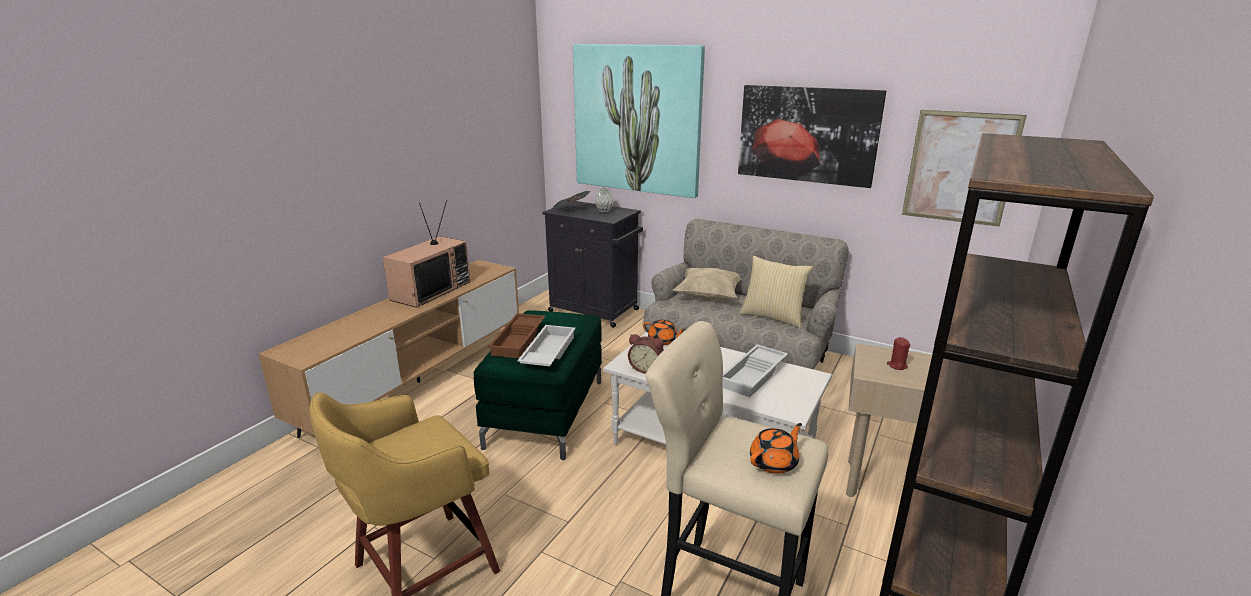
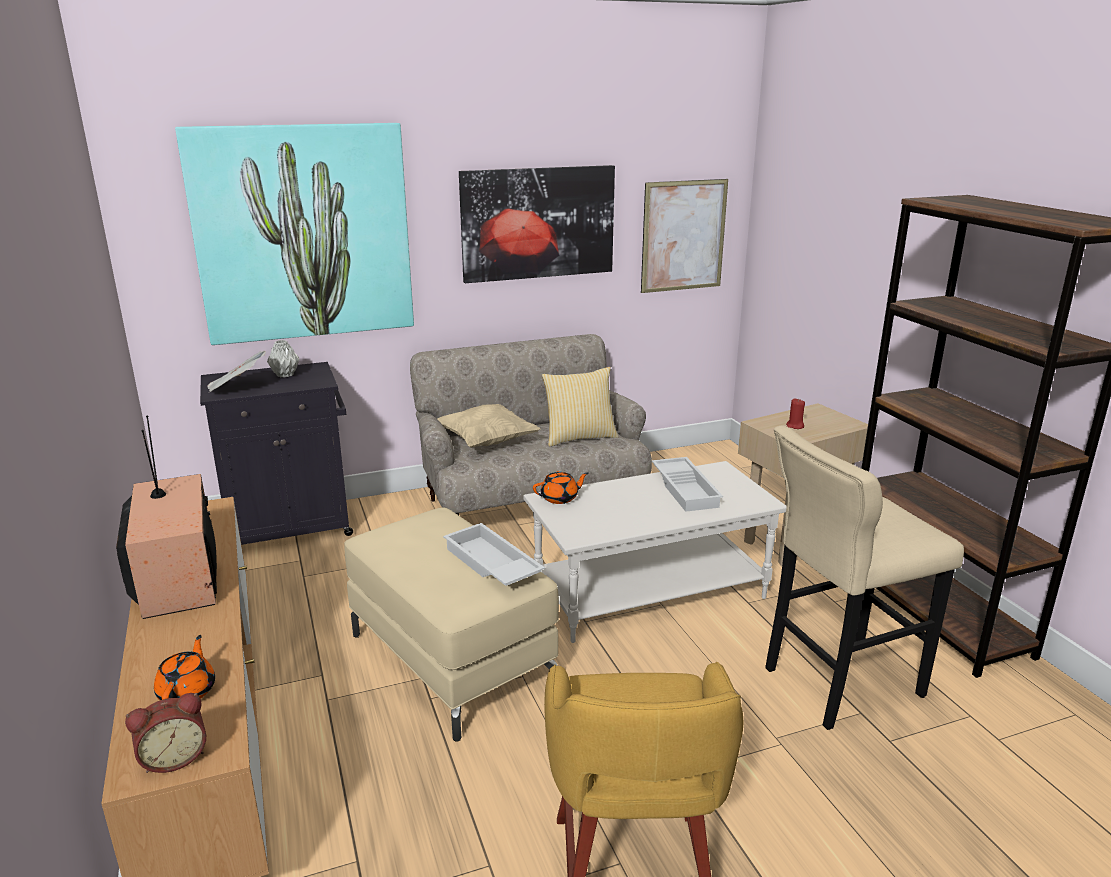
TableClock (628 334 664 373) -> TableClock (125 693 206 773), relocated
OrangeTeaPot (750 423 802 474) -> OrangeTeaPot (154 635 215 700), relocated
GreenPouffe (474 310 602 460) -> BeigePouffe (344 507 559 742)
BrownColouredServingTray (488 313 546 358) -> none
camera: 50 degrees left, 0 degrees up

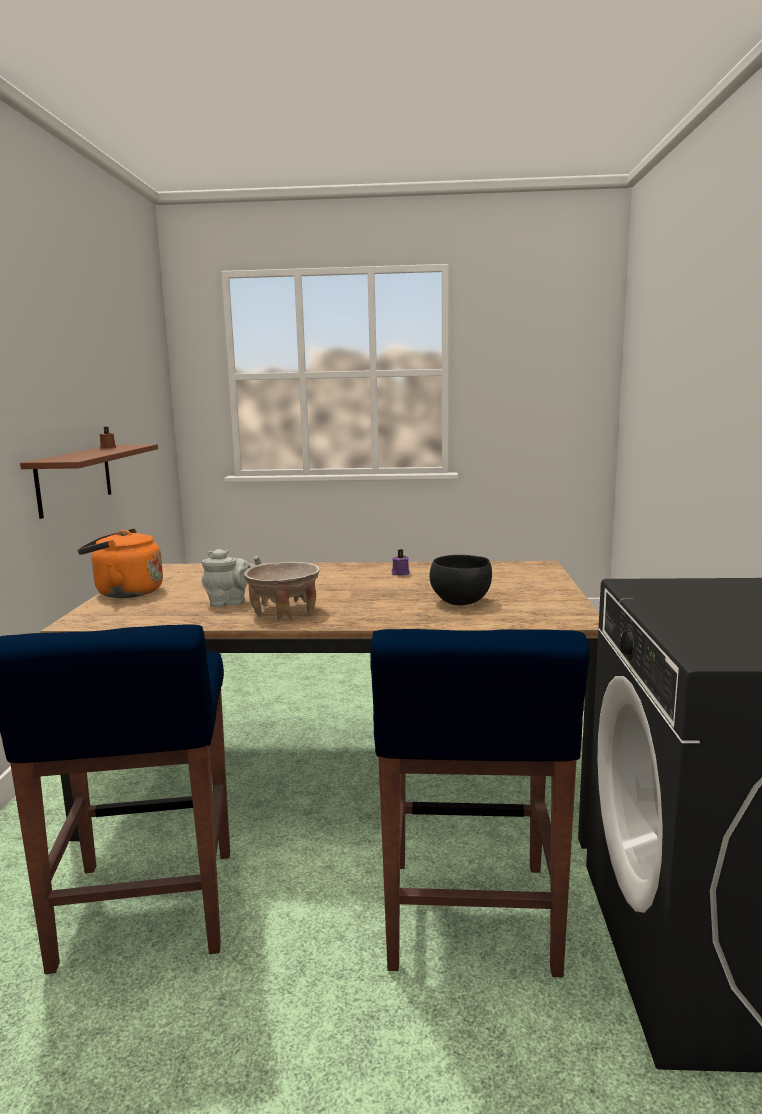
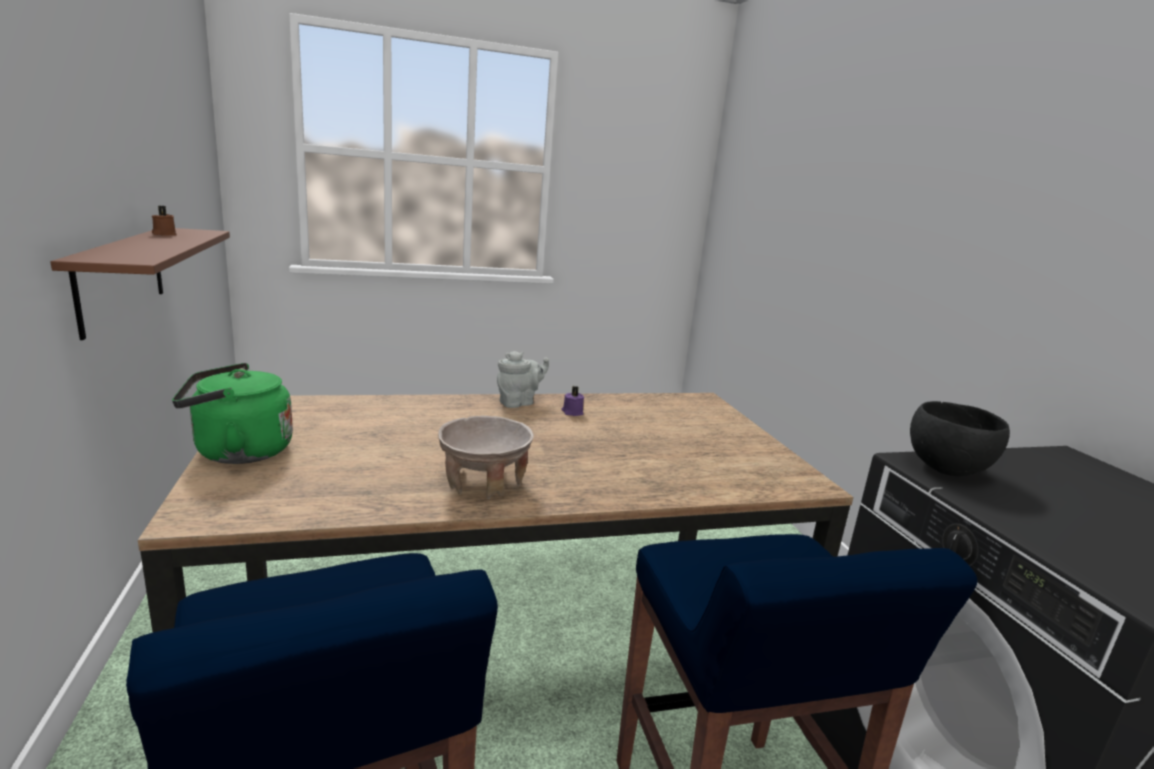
OrangeTeaKettle (77 529 163 598) -> GreenTeaKettle (172 363 293 464)
GrayTeaPot (201 549 262 607) -> GrayTeaPot (497 351 549 408), relocated
BlackServingBowl (429 555 492 605) -> BlackServingBowl (910 401 1010 476), relocated
camera: 20 degrees left, 5 degrees up

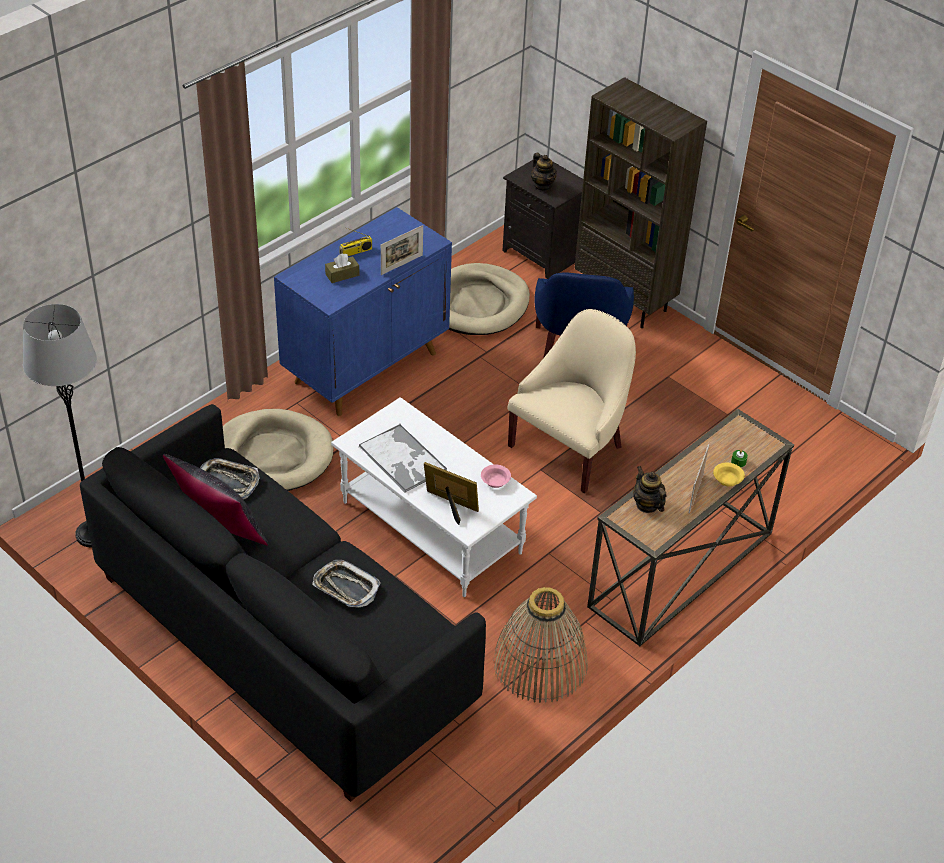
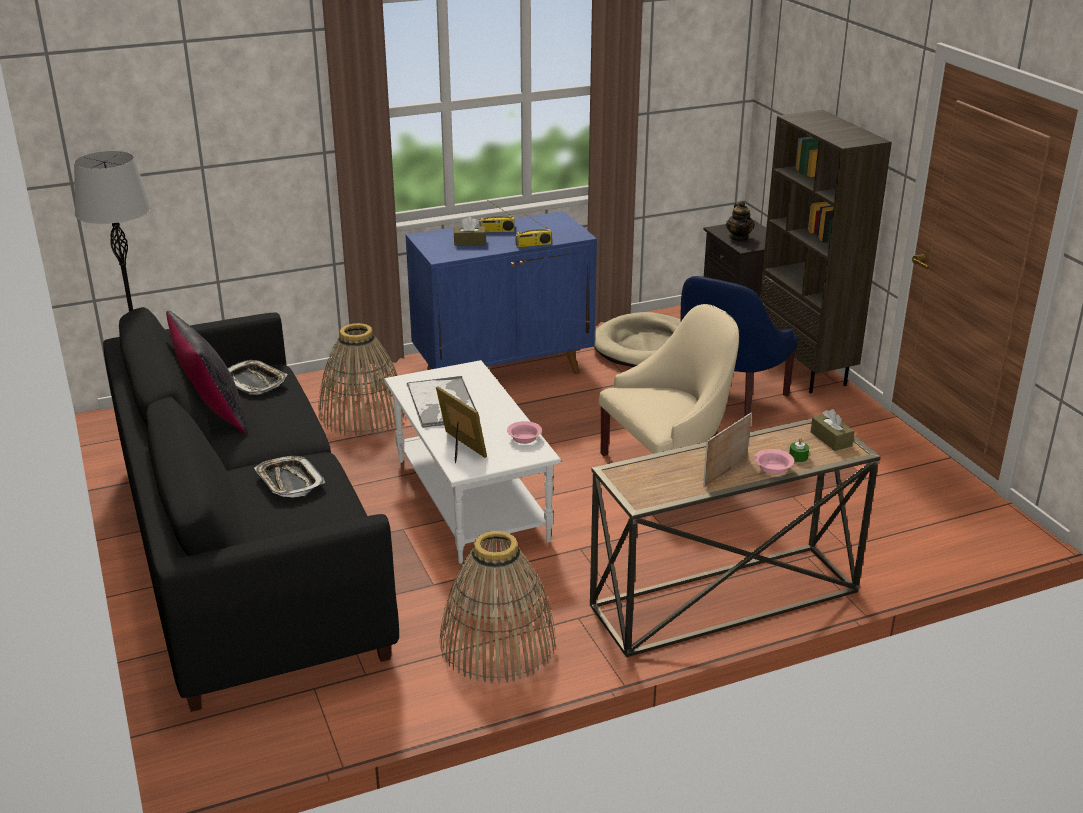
BeigePetBed (223 409 333 491) -> StorageBasket (318 323 404 436)
PhotoFrame (381 225 423 275) -> RadioSet (515 212 551 248)
YellowColouredServingBowl (713 463 745 487) -> PinkishServingBowl (754 449 794 475)
none -> BrownColouredTissueBox (811 409 855 451)
TeaPot (633 466 666 513) -> none
camera: 25 degrees right, 15 degrees down

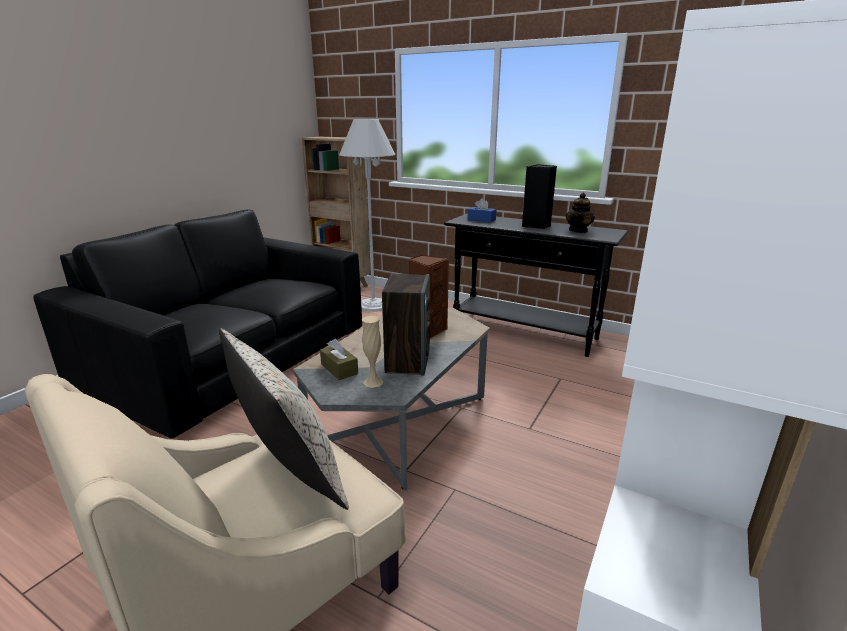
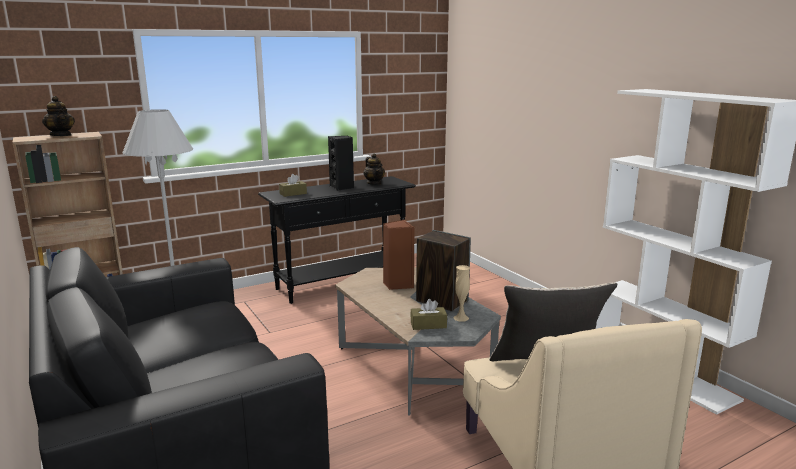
none -> TeaPot (42 96 75 136)
BlueColouredTissueBox (468 198 497 223) -> BrownColouredTissueBox (279 174 307 197)
camera: 60 degrees left, 5 degrees down

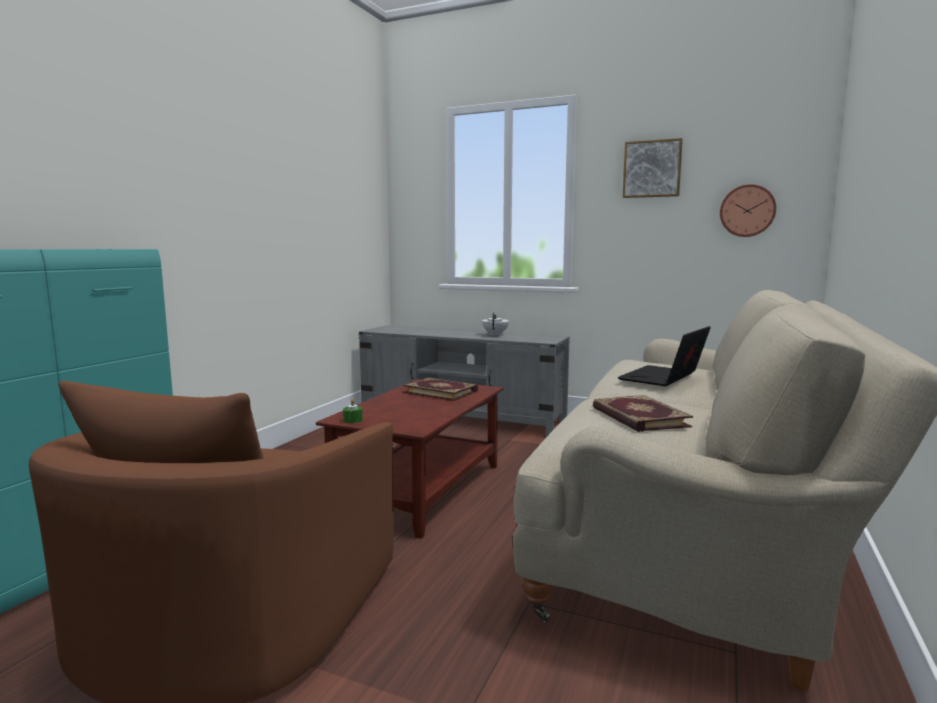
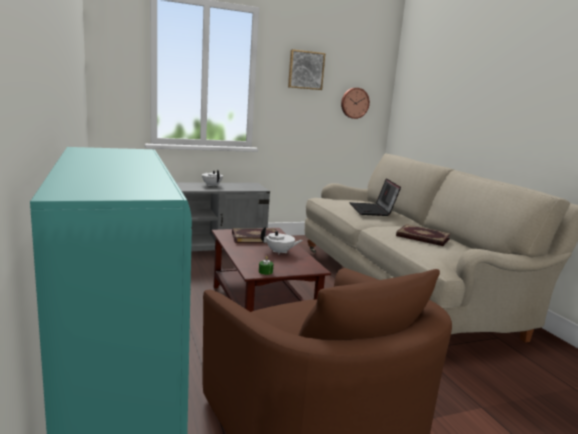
none -> WhitishTeaPot (261 227 303 255)
camera: 45 degrees left, 5 degrees up

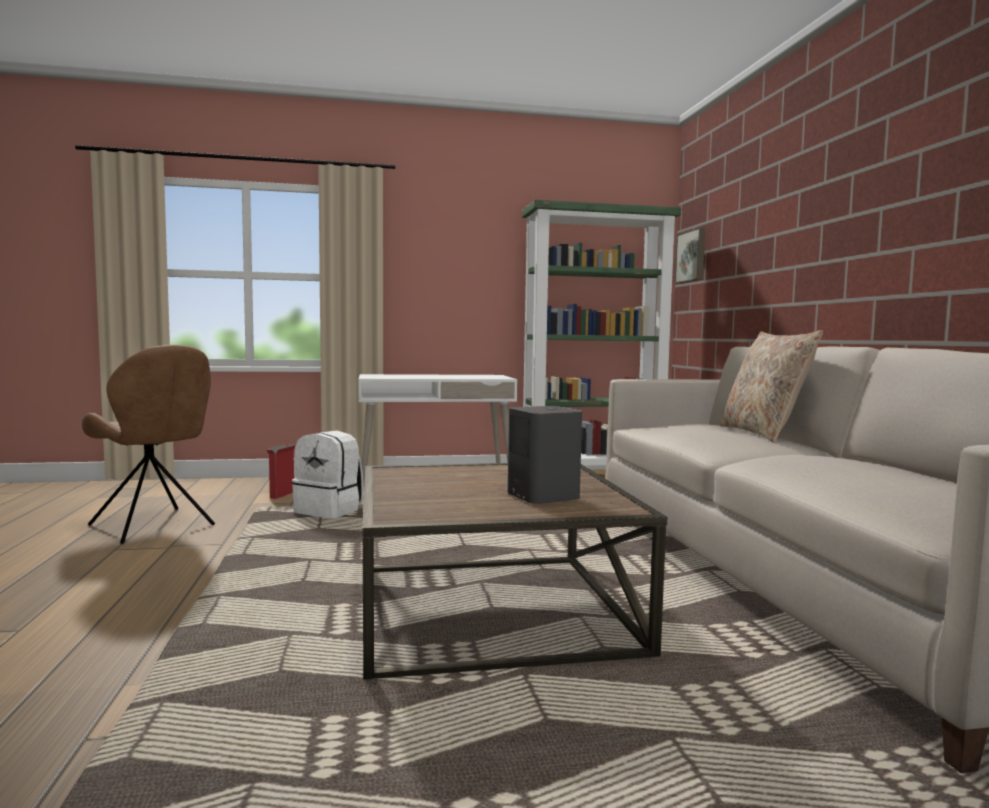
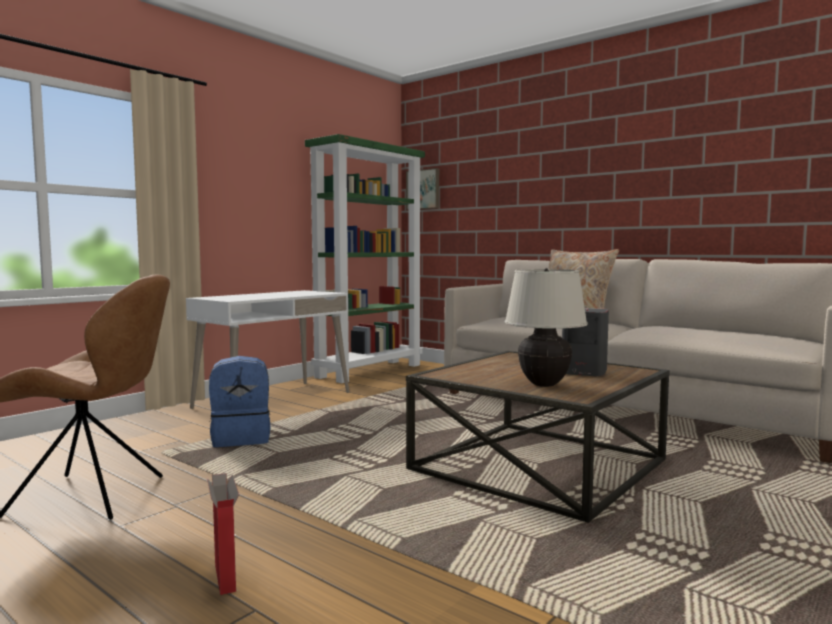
PackingBox (267 444 296 499) -> PackingBox (207 473 239 595), relocated
WhitishRucksack (292 431 364 519) -> BlueColouredRucksack (209 356 271 447)
none -> BeigeTableLamp (505 268 588 387)
camera: 40 degrees left, 0 degrees up

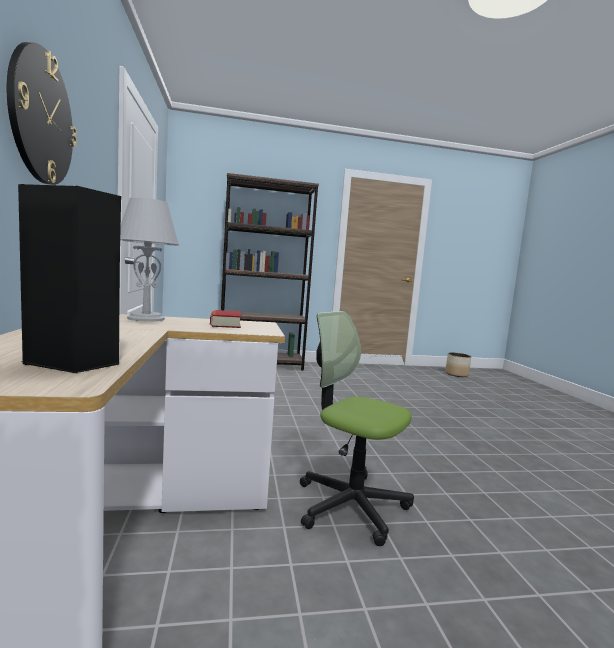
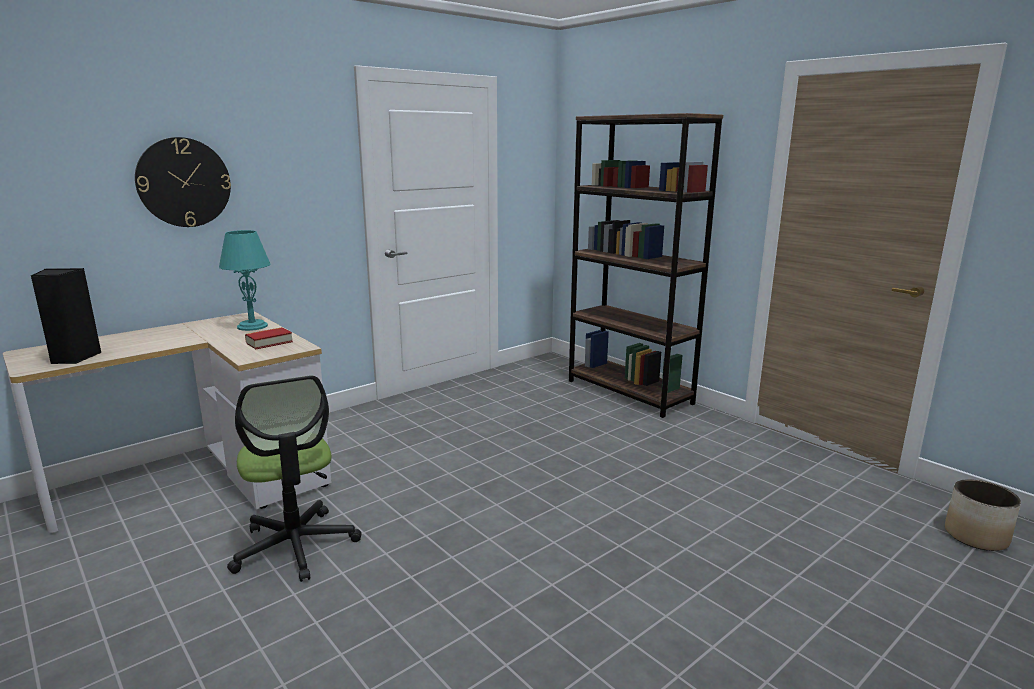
GrayTableLamp (120 197 179 321) -> BlueGreenTableLamp (219 230 270 331)
ComputerChair (300 311 414 546) -> ComputerChair (227 375 361 582), 150 degrees clockwise
camera: 60 degrees right, 10 degrees up

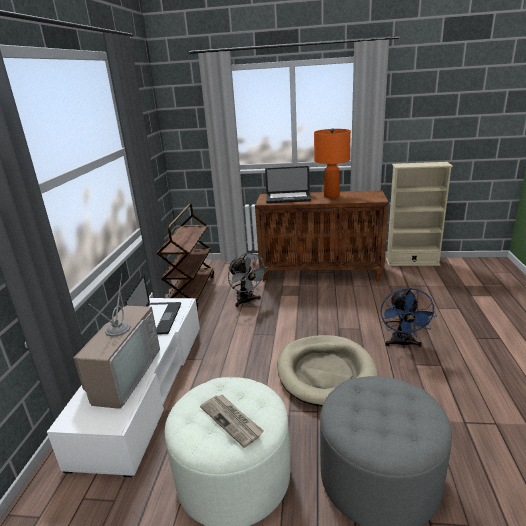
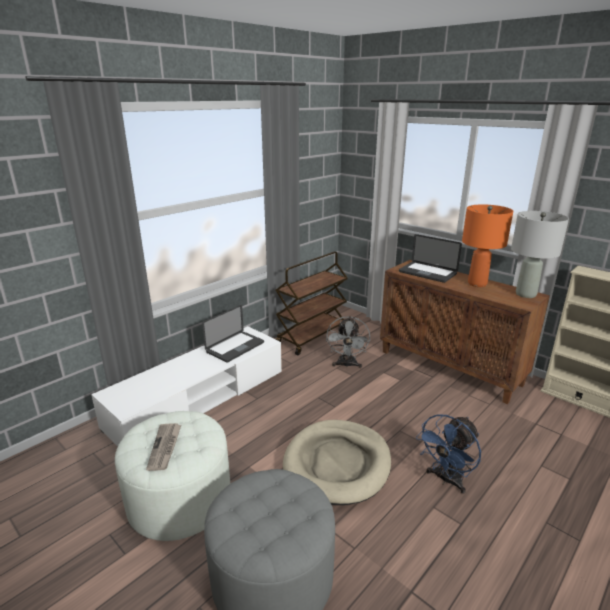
none -> GrayTableLamp (511 211 569 298)
Television (74 274 160 409) -> none
camera: 35 degrees right, 0 degrees up

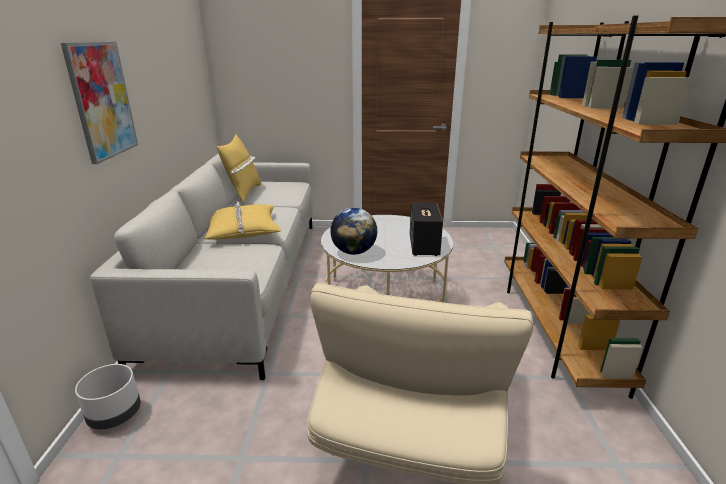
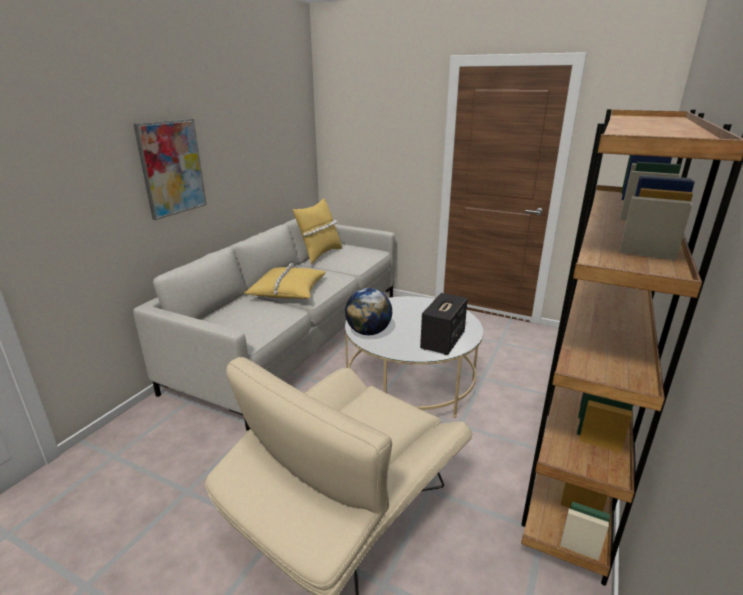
GrayPlantPot (75 364 141 430) -> none
camera: 25 degrees right, 0 degrees up

